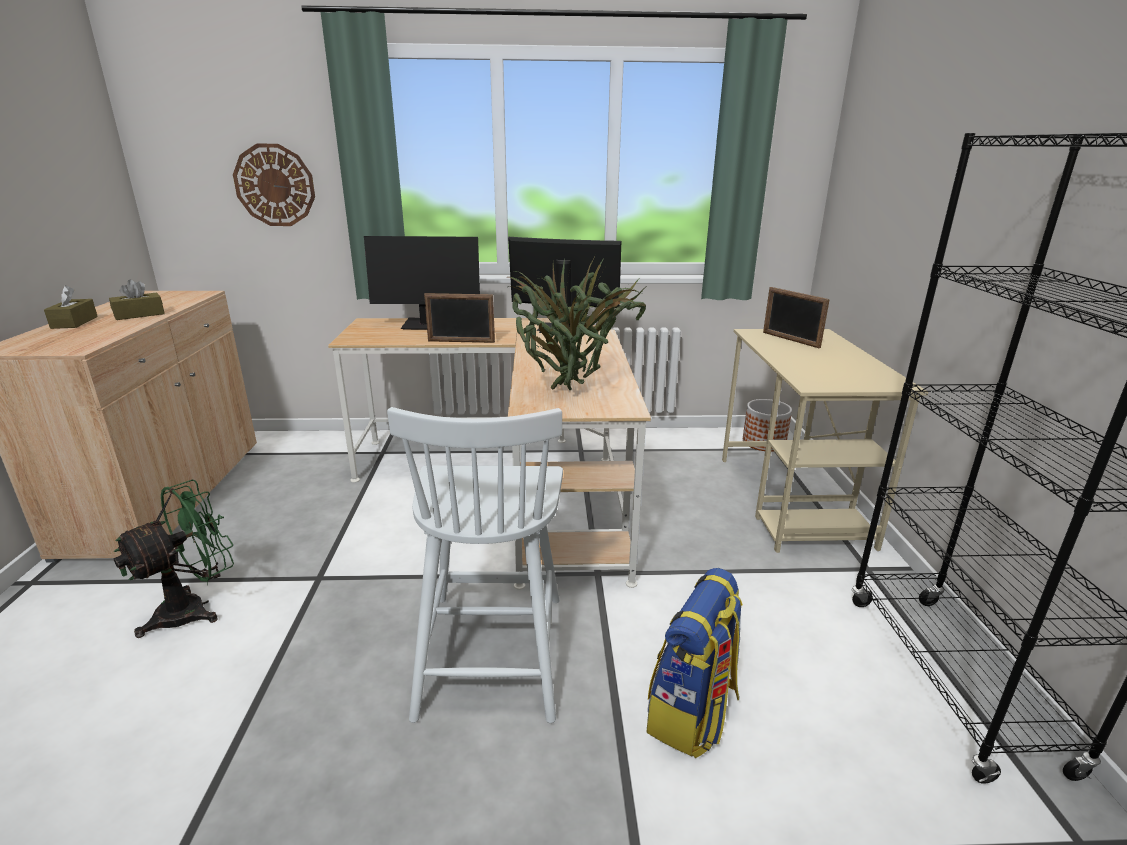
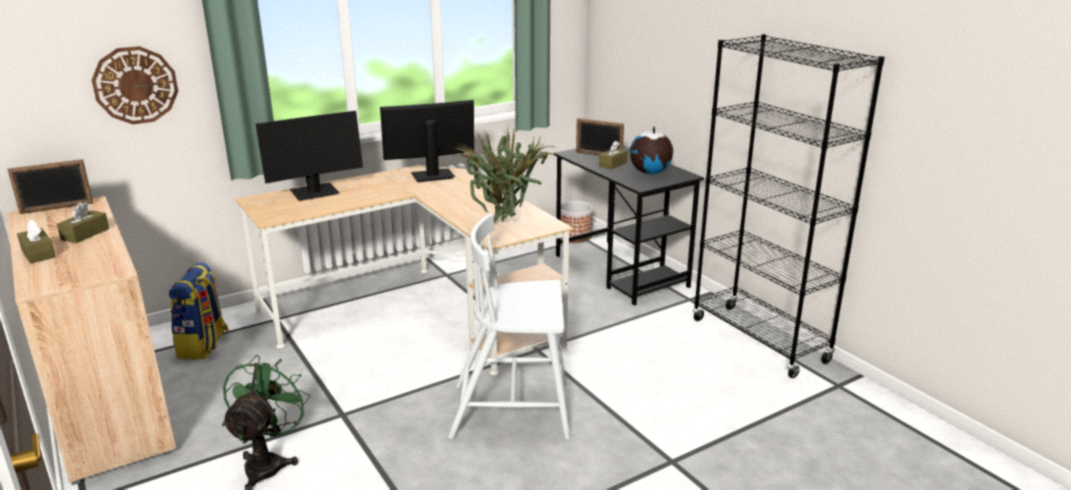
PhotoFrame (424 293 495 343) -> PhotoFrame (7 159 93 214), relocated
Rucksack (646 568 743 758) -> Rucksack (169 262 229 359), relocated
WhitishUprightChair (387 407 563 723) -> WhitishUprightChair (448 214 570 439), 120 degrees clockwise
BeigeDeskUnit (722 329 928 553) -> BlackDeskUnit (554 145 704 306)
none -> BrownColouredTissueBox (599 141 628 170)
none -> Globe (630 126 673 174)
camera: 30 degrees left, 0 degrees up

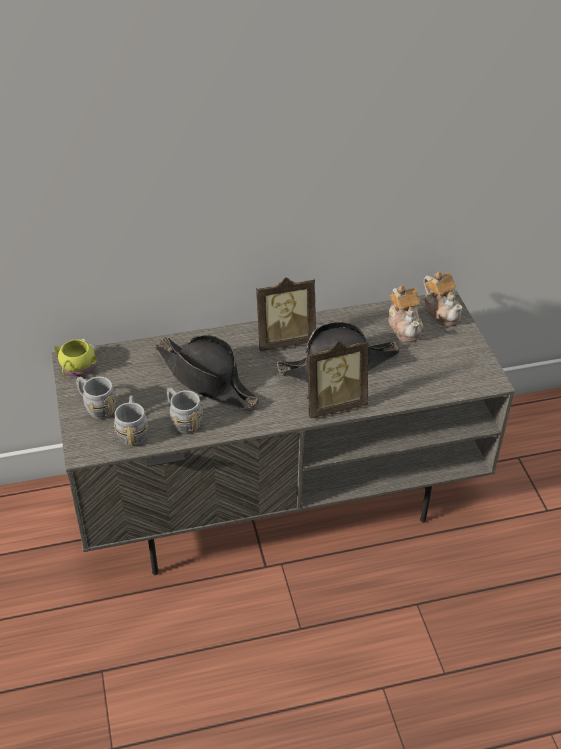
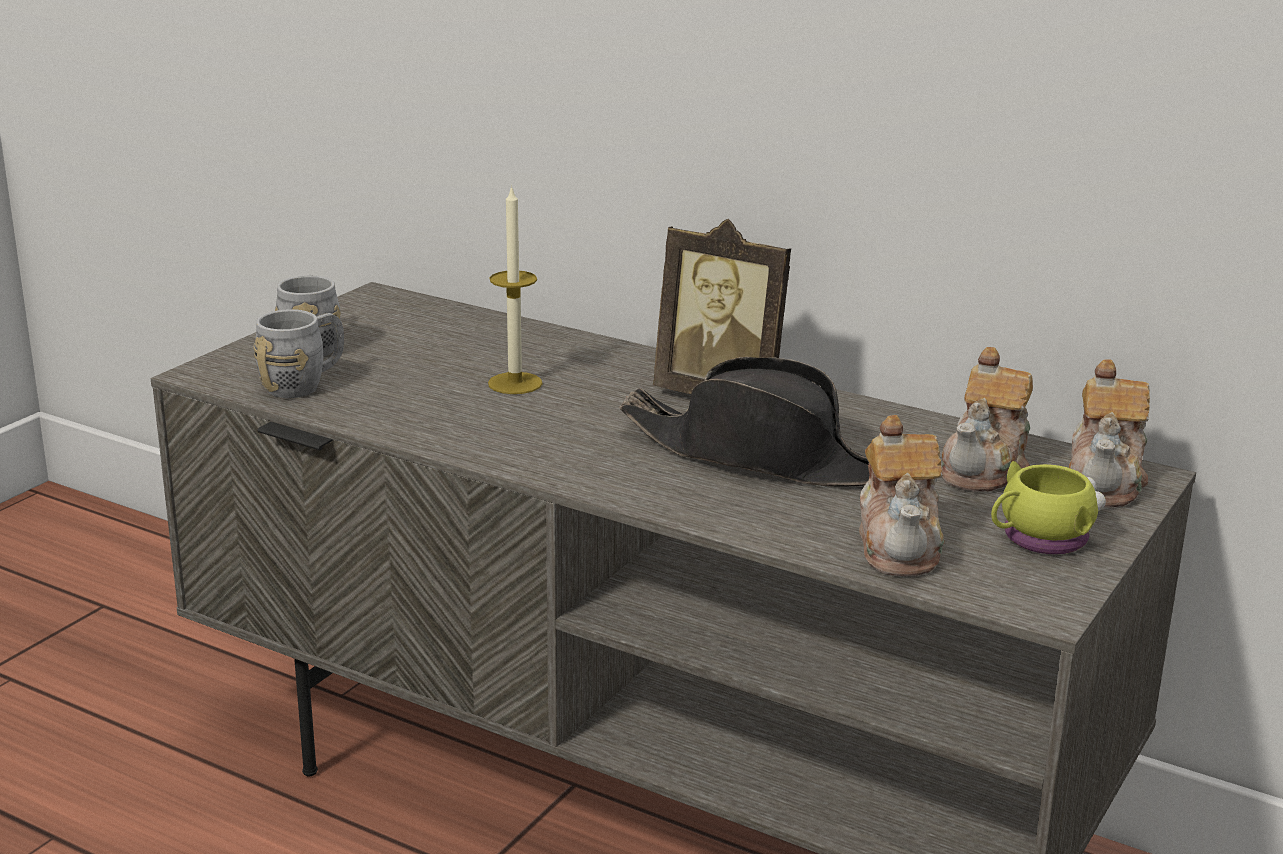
BlackHat (155 335 260 409) -> Candle (488 185 543 394)
none -> TeaPot (859 415 945 576)
YellowColouredTeaMug (54 339 97 376) -> YellowColouredTeaMug (991 461 1106 554), relocated
GrayTeaMug (167 388 203 434) -> none
PhotoFrame (307 340 369 419) -> none
camera: 45 degrees right, 20 degrees down

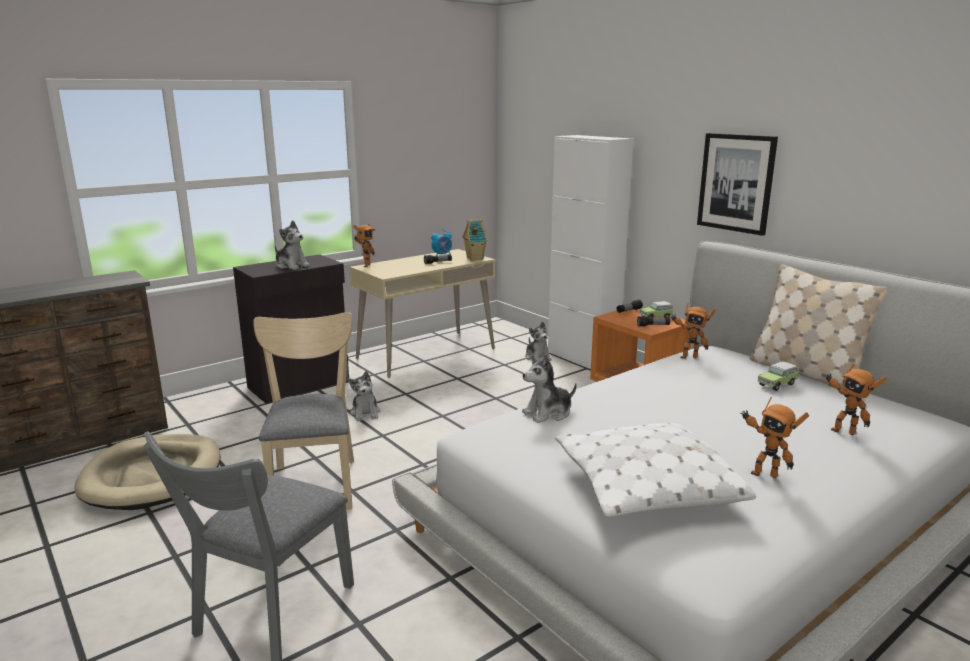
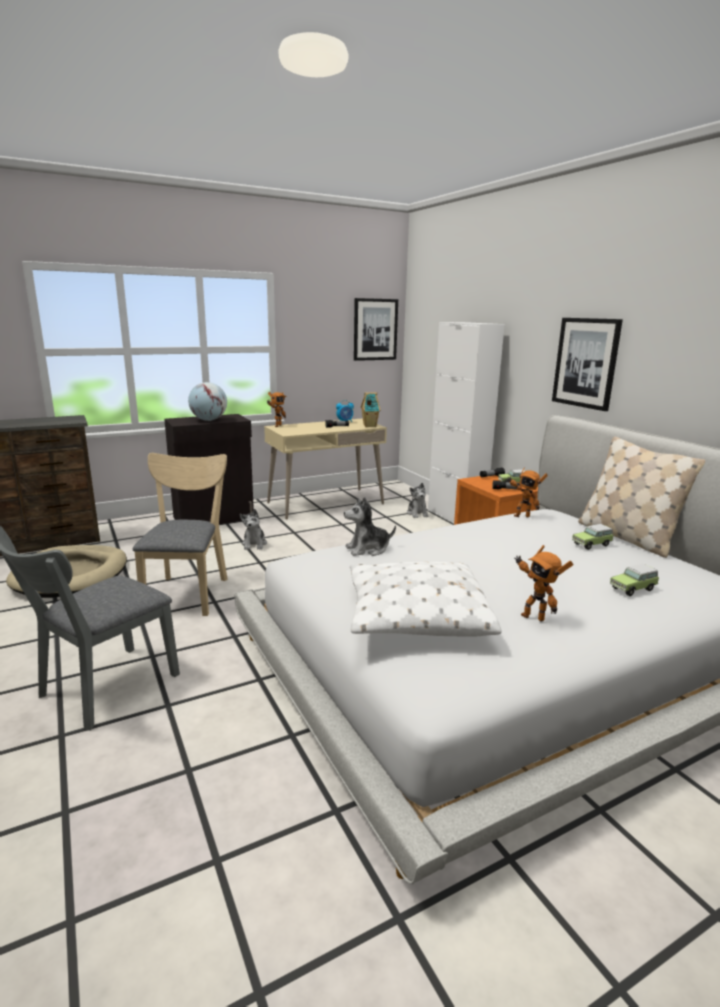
SoftToy (275 221 310 270) -> Globe (188 382 227 421)
none -> WallPicture (354 298 398 361)
RobotFigure (824 363 887 435) -> ModelCar (610 564 659 596)
camera: 10 degrees right, 0 degrees up

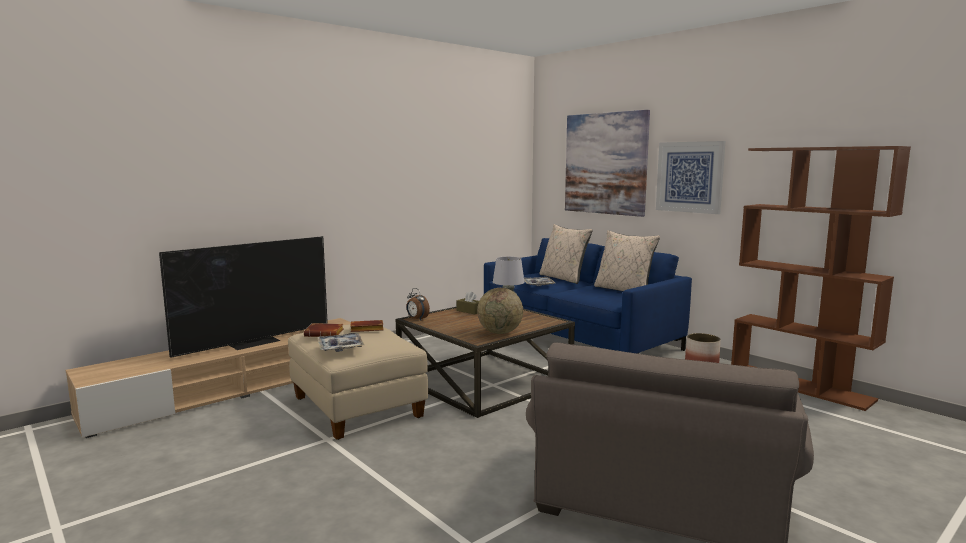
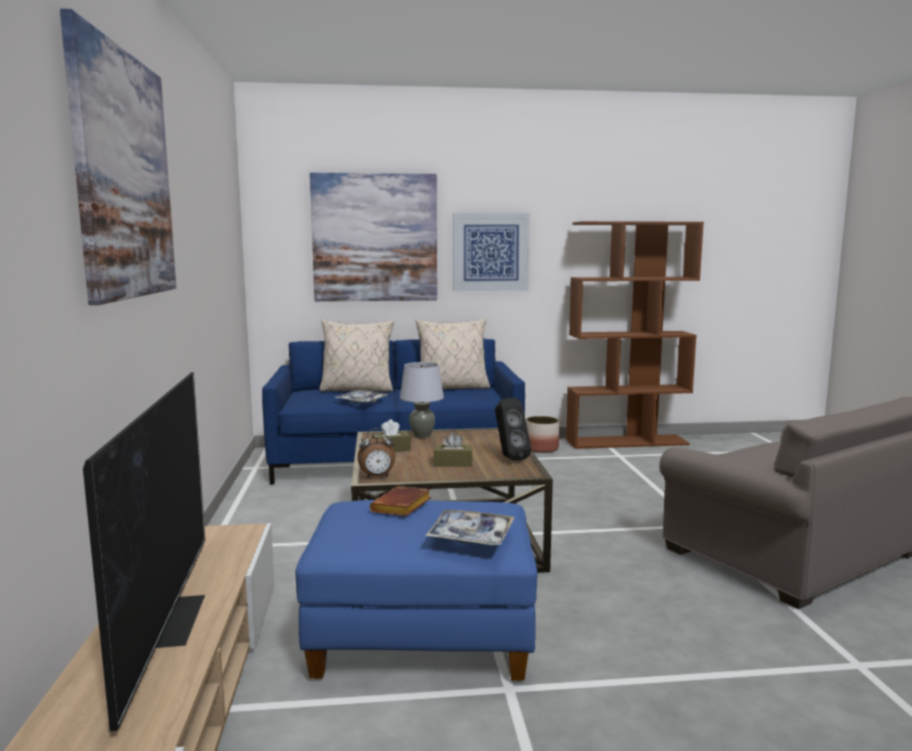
none -> WallPicture (60 8 176 305)
BeigePouffe (288 324 428 440) -> BlueColouredPouffe (296 500 537 681)
none -> BrownColouredTissueBox (433 432 473 467)
Globe (477 288 523 334) -> BlackAudioSpeaker (495 398 531 461)
BrownColouredBook (304 323 343 337) -> none
camera: 55 degrees left, 0 degrees up

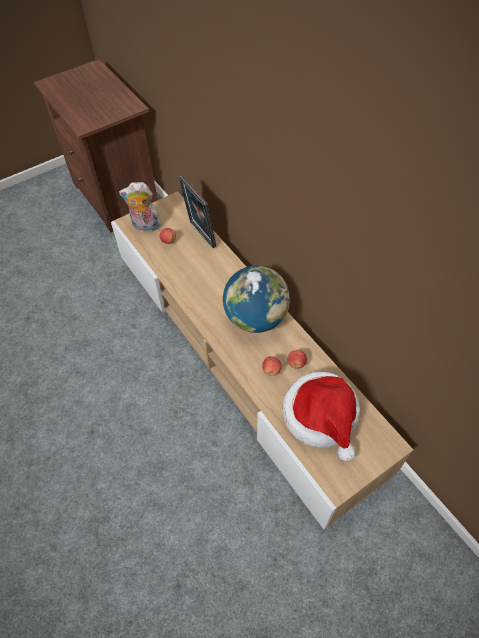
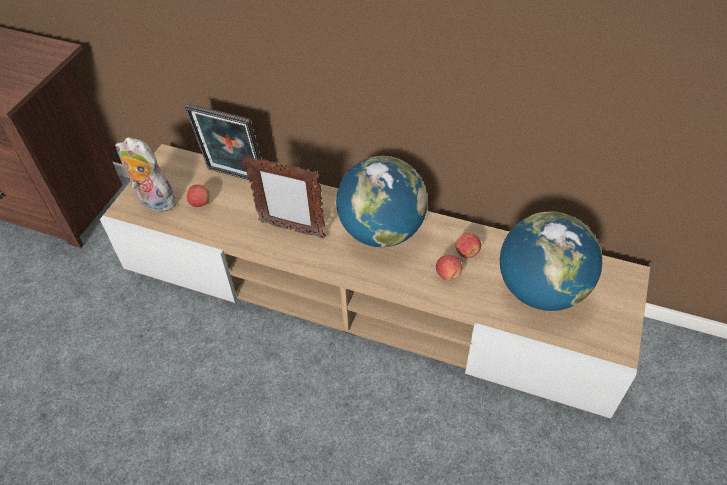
SoftToy (119 182 161 231) -> SoftToy (115 137 178 212), 60 degrees clockwise
none -> PhotoFrame (244 156 326 239)
Hat (282 372 360 462) -> Globe (500 211 602 311)
camera: 35 degrees left, 5 degrees down

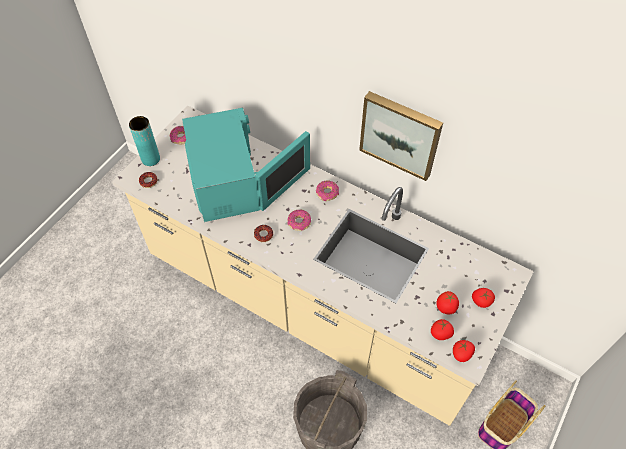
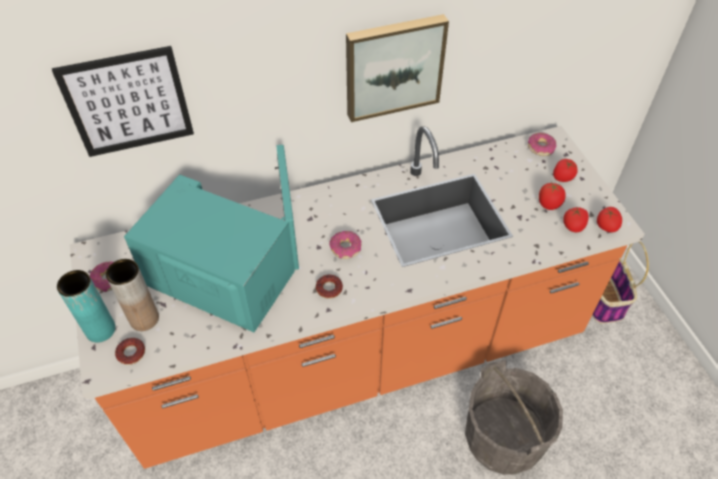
none -> WallPicture (52 46 194 157)
BeigeCounter (112 105 534 426) -> OrangeCounter (70 126 645 469)
none -> BrownColouredVase (106 259 159 331)
RingDoughnut (316 181 339 201) -> RingDoughnut (528 133 557 156), relocated
camera: 50 degrees left, 5 degrees down

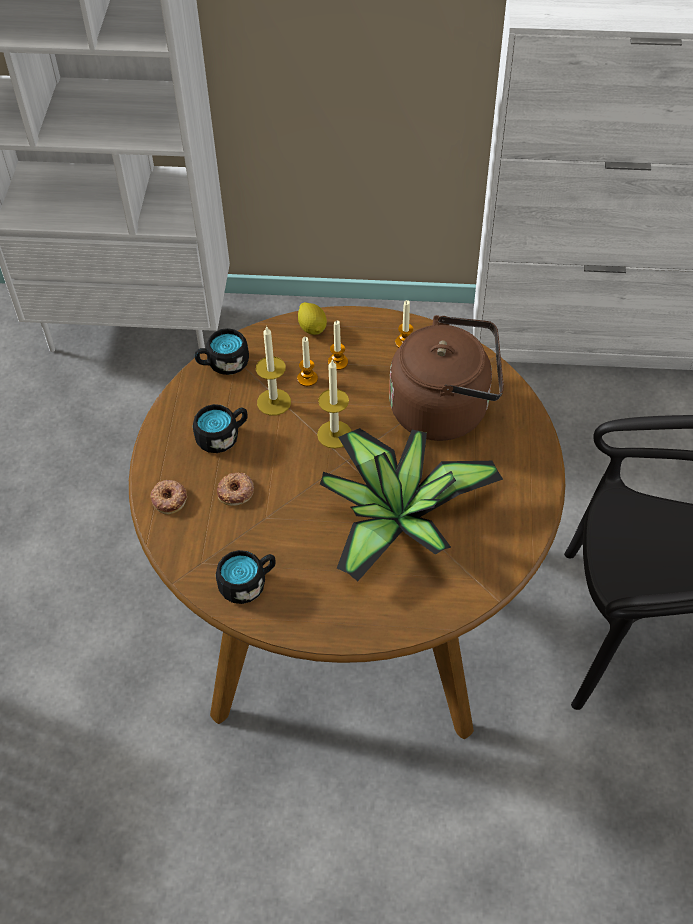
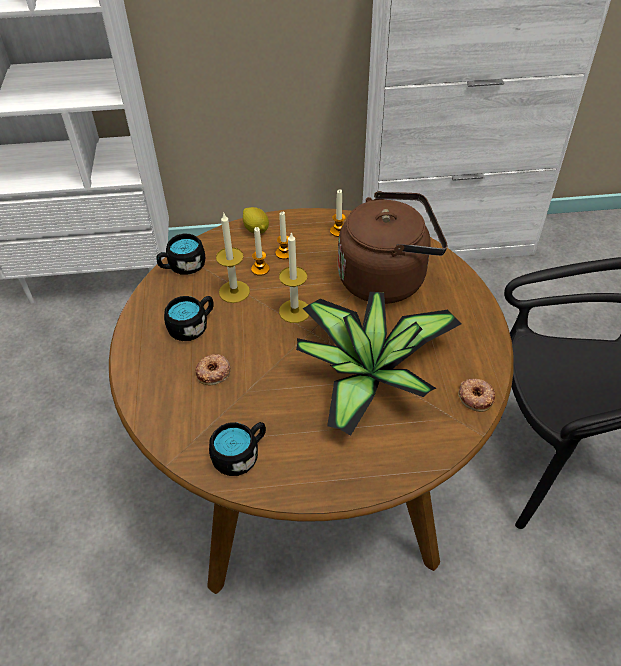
RingDoughnut (150 480 187 515) -> RingDoughnut (458 379 495 412), relocated
camera: 10 degrees left, 5 degrees down

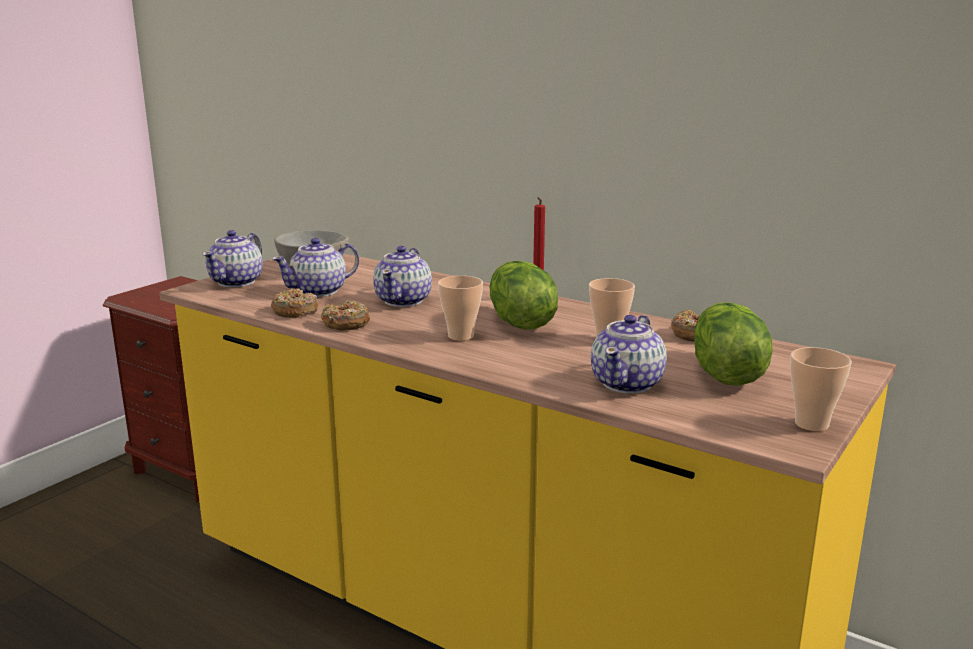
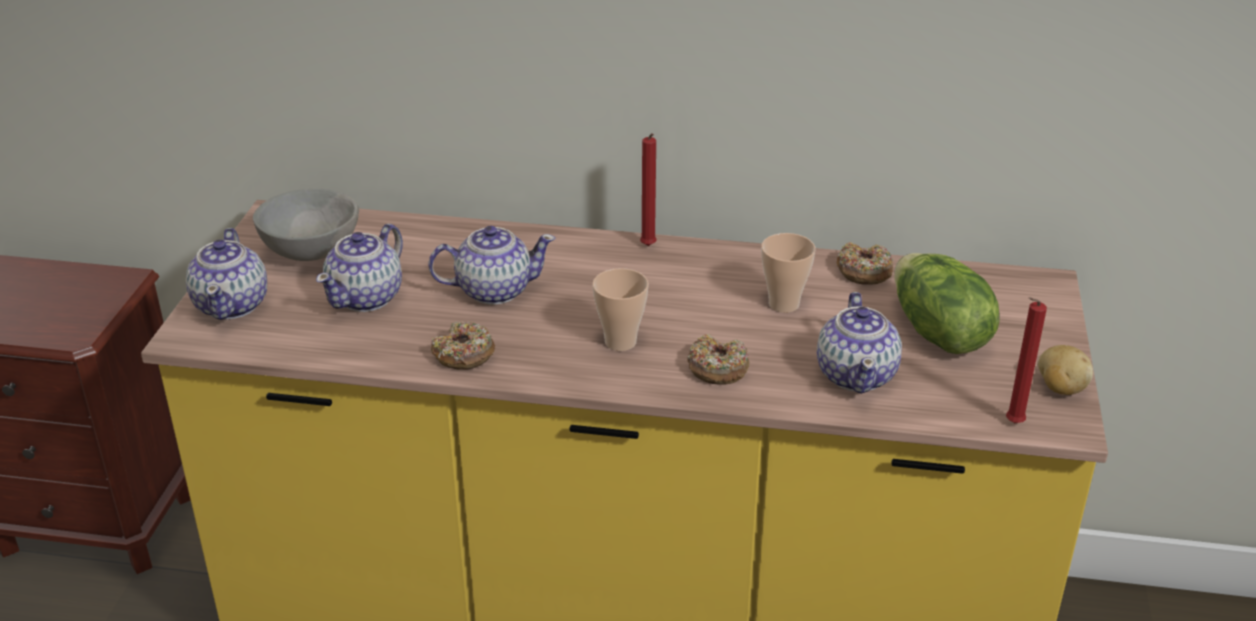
TeaPot (373 246 432 307) -> TeaPot (428 226 556 305), 90 degrees counterclockwise
RingDoughnut (271 288 318 318) -> RingDoughnut (687 334 749 385), relocated
none -> RedCandle (1006 297 1047 423)
DrinkingCup (790 347 852 431) -> Potato (1038 345 1093 395)
Lettuce (490 261 558 330) -> none
camera: 25 degrees left, 15 degrees up

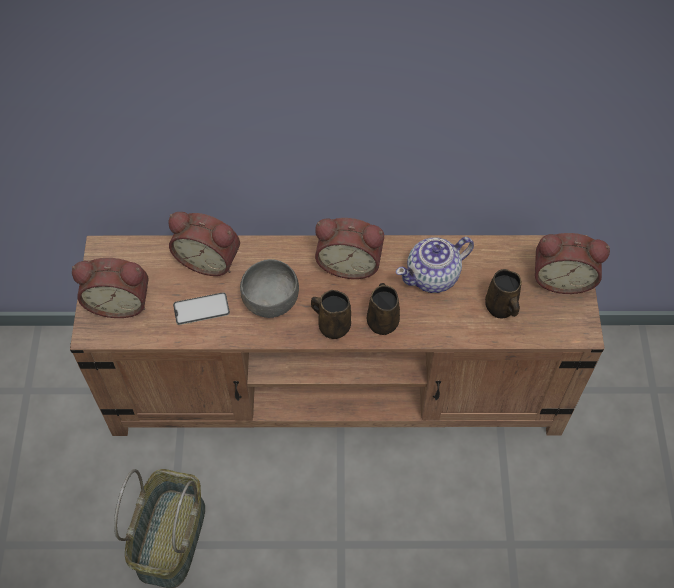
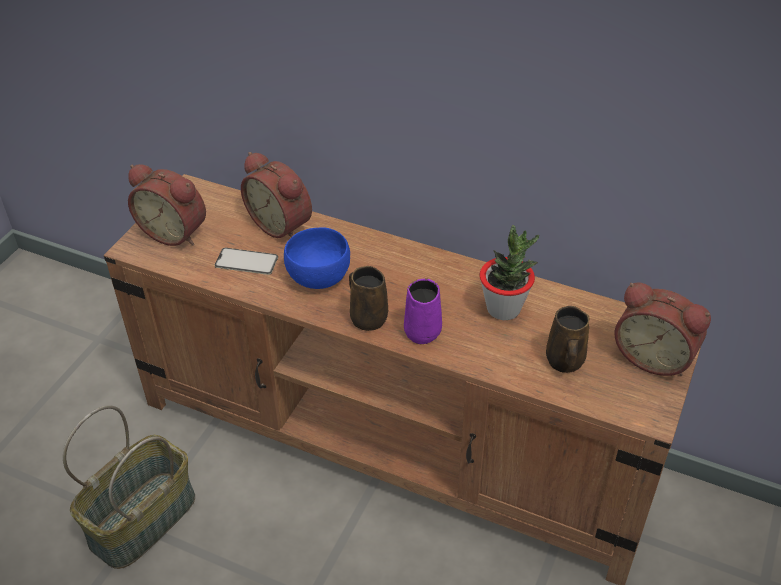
GrayServingBowl (240 259 299 318) -> BlueColouredServingBowl (284 228 350 289)
BrownColouredTeaMug (367 283 400 335) -> PurpleTeaMug (404 278 442 344)
TeaPot (396 237 474 293) -> PlantInAPot (480 225 539 320)
TableClock (315 218 384 279) -> none
camera: 25 degrees right, 15 degrees down

